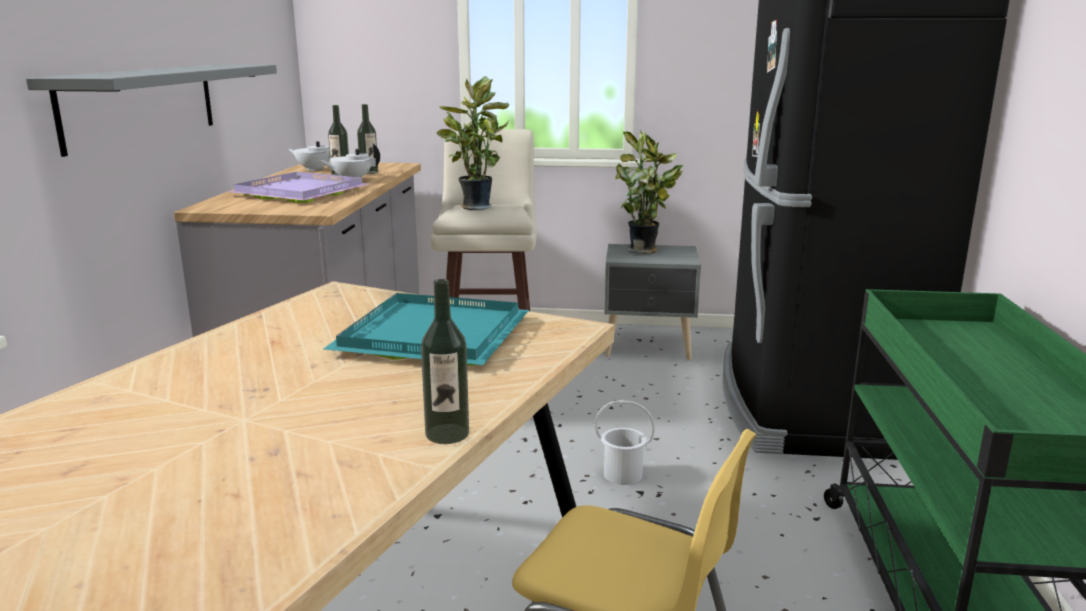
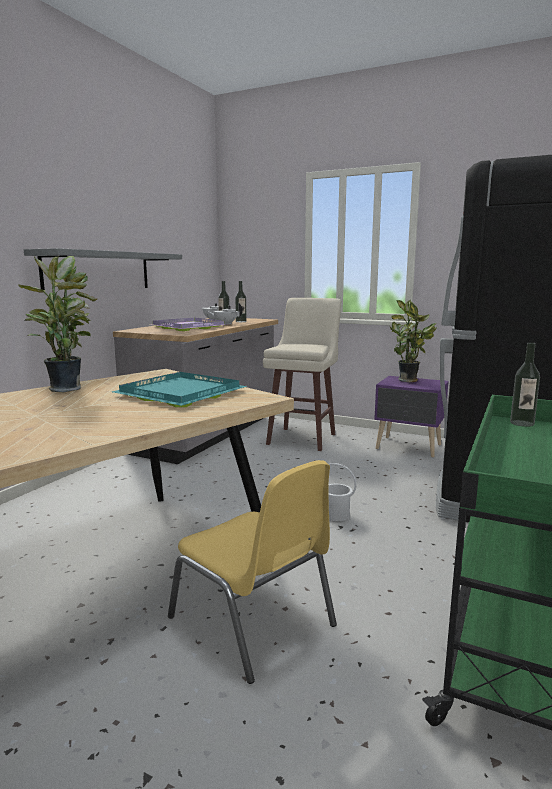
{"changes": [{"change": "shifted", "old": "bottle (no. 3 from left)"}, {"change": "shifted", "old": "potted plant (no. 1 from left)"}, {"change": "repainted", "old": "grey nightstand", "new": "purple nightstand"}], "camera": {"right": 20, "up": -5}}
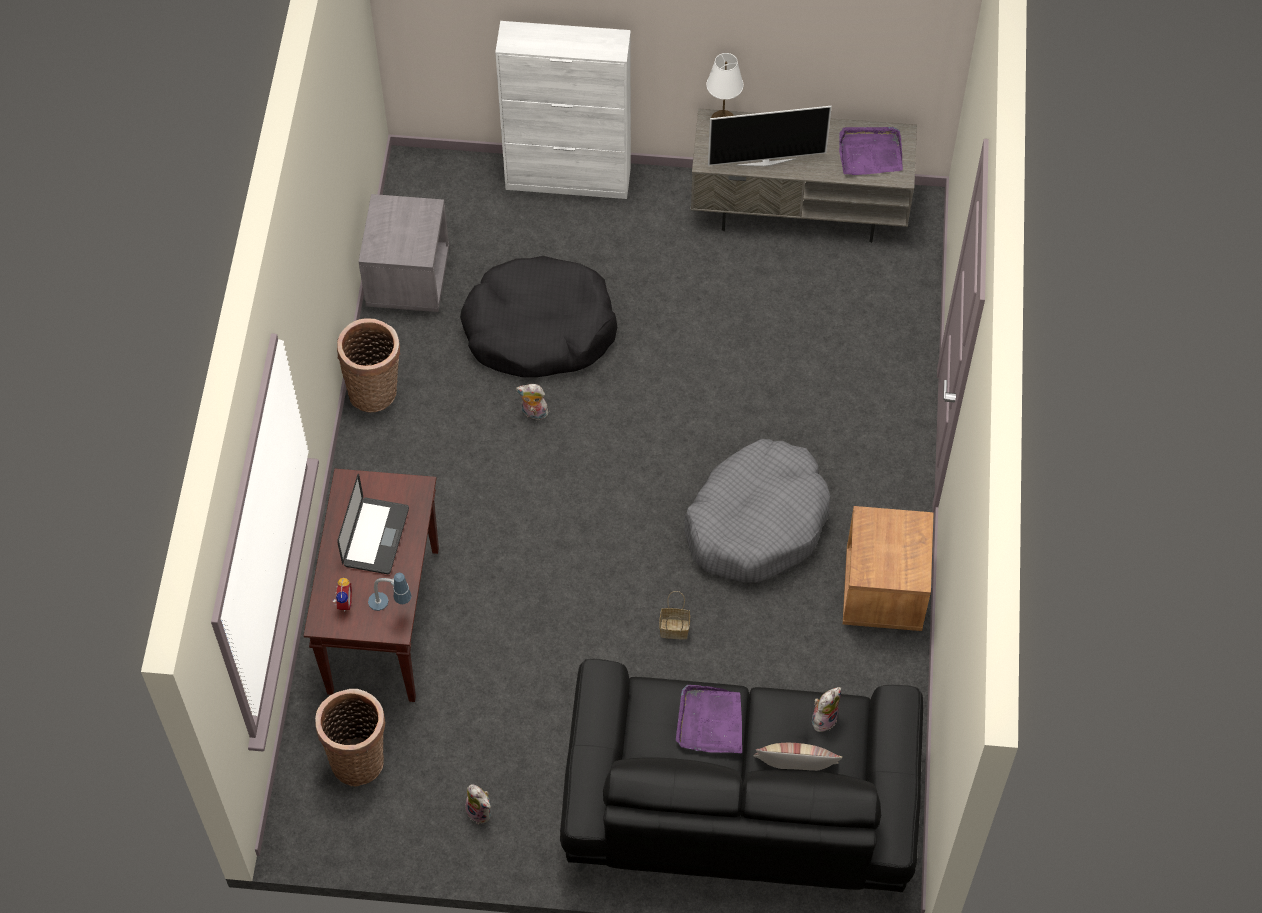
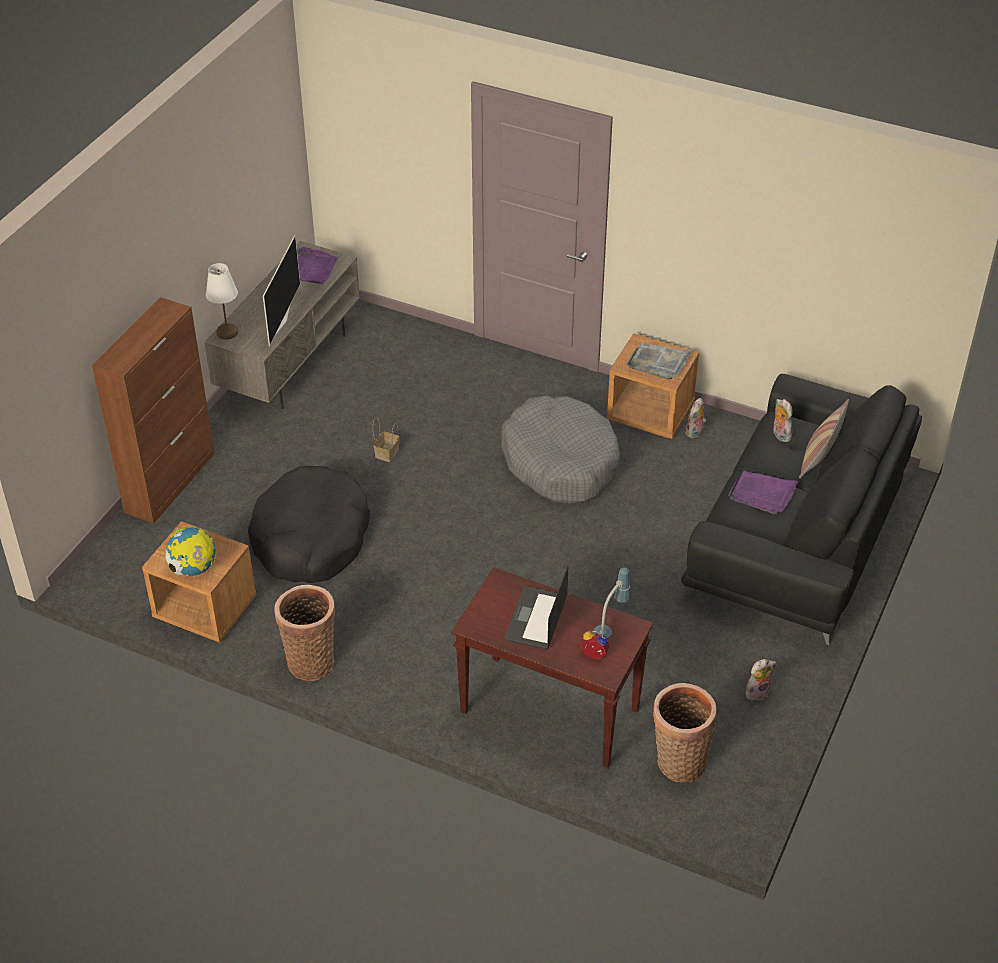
{"changes": [{"change": "rotated", "old": "laptop", "degrees": -105}, {"change": "repainted", "old": "grey nightstand", "new": "brown nightstand (no. 1 from left)"}, {"change": "repainted", "old": "white cabinet", "new": "brown cabinet"}, {"change": "shifted", "old": "plush toy (no. 2 from left in the first image)", "new": "plush toy (no. 1 from left)"}, {"change": "shifted", "old": "basket (no. 3 from left in the first image)", "new": "basket (no. 2 from left)"}, {"change": "new", "new": "globe"}, {"change": "new", "new": "grey tray"}], "camera": {"right": -70, "up": -15}}
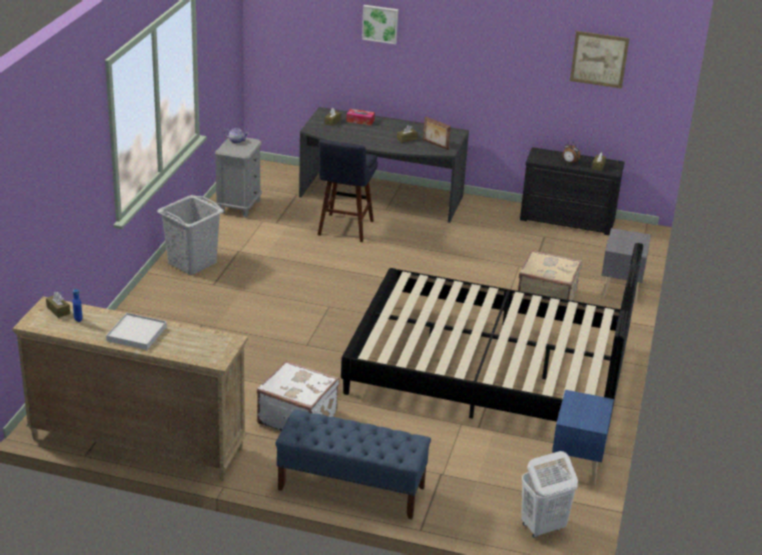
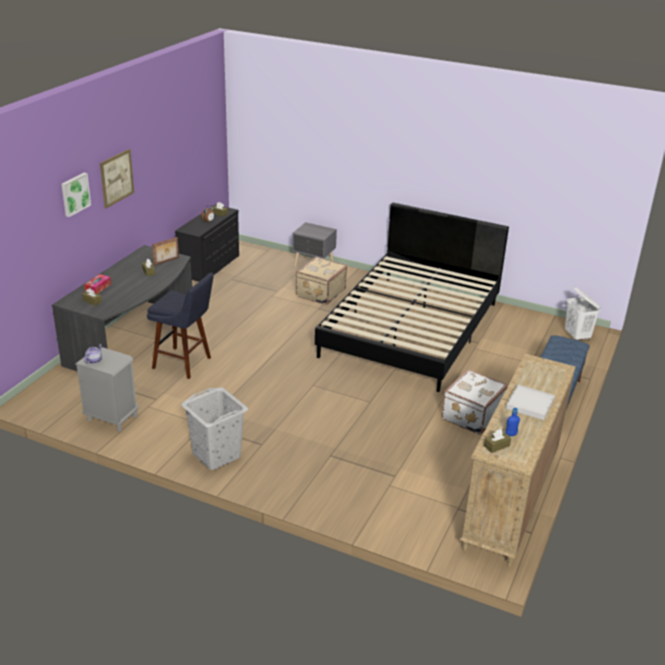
{"changes": [{"change": "gone", "old": "blue nightstand"}, {"change": "shifted", "old": "picture (no. 2 from left)"}], "camera": {"right": -80, "up": 0}}
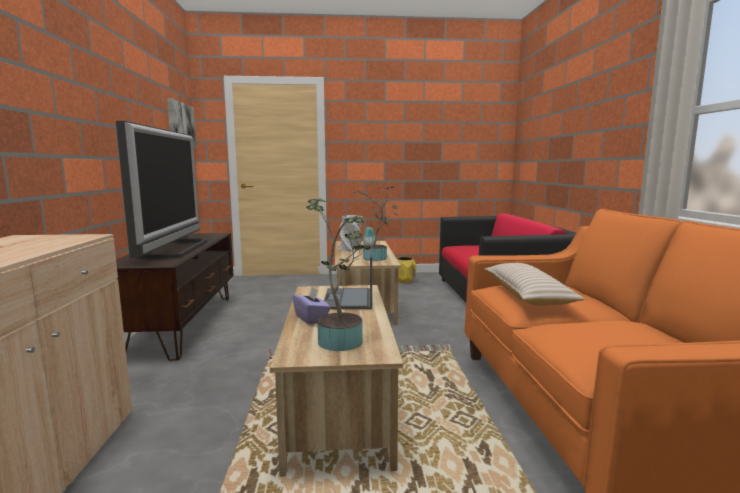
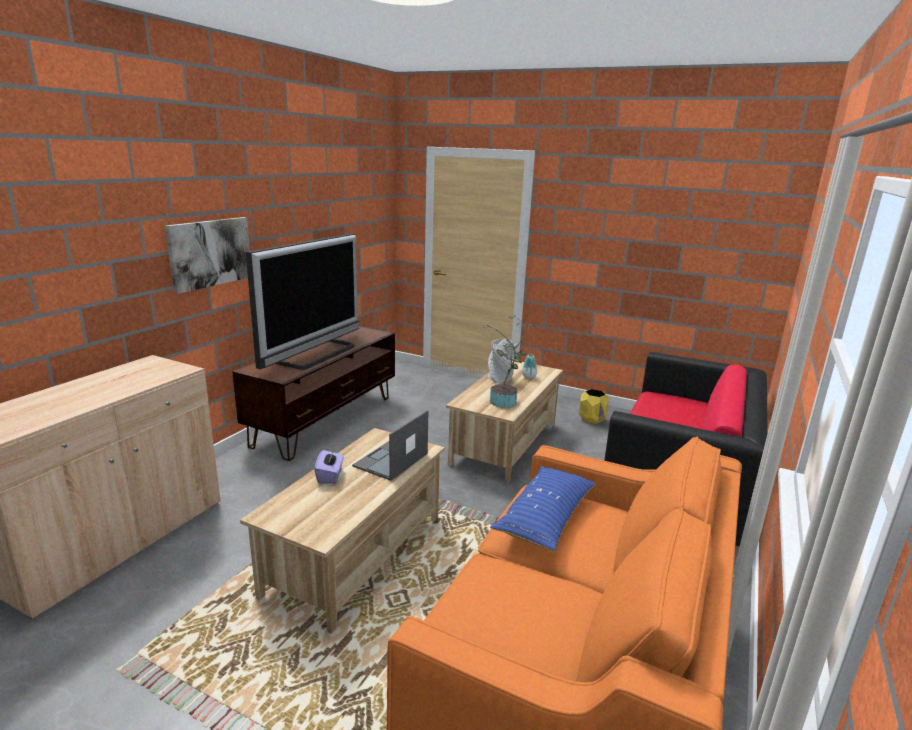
{"changes": [{"change": "shifted", "old": "picture"}, {"change": "gone", "old": "potted plant (no. 1 from left)"}, {"change": "repainted", "old": "beige pillow", "new": "blue pillow"}], "camera": {"right": 30, "up": 10}}
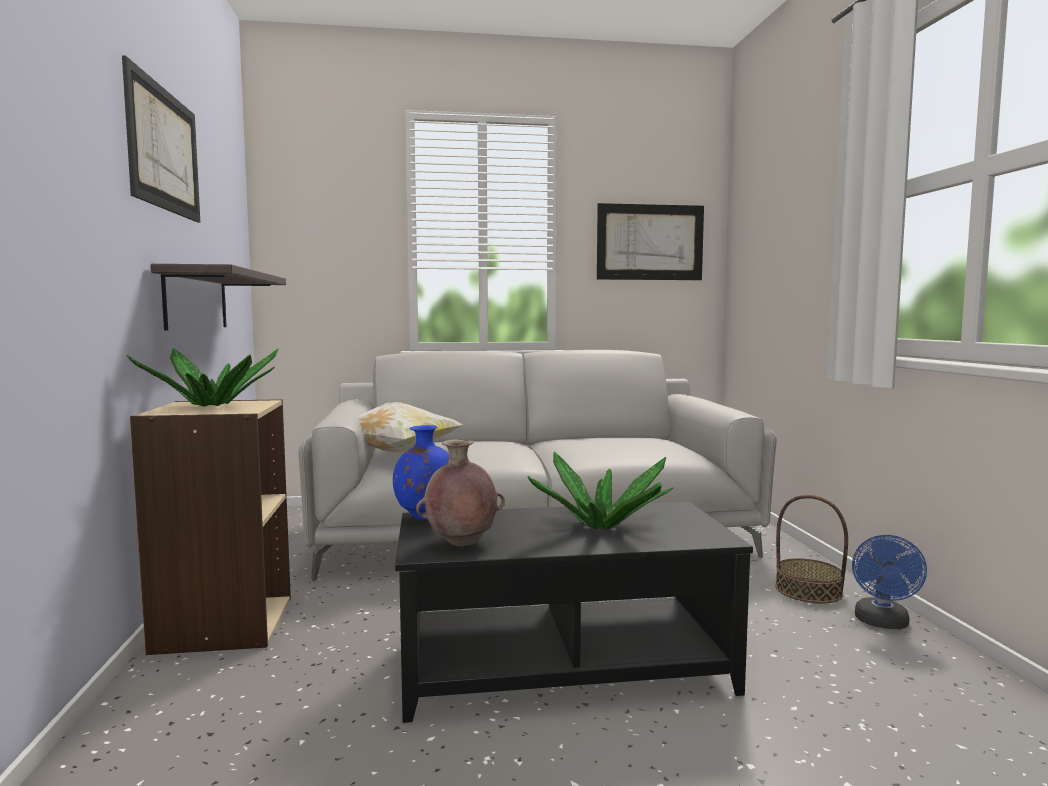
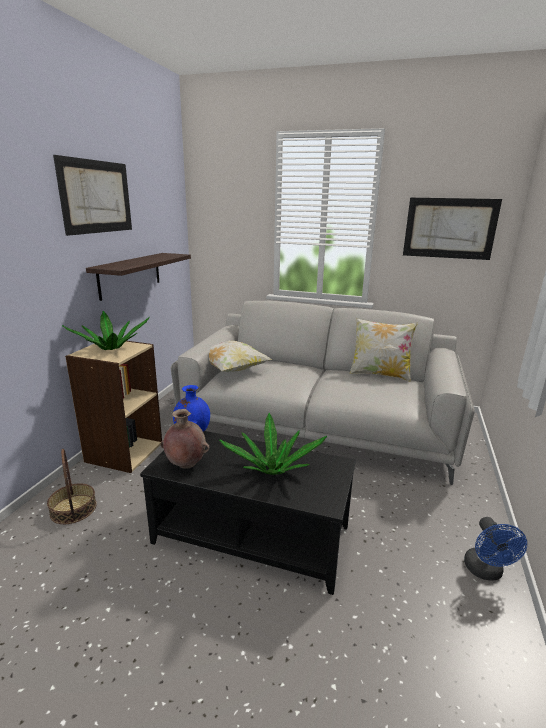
{"changes": [{"change": "shifted", "old": "basket"}, {"change": "rotated", "old": "blue fan", "degrees": -45}, {"change": "new", "new": "pillow (no. 2 from left)"}], "camera": {"right": 25, "up": 15}}
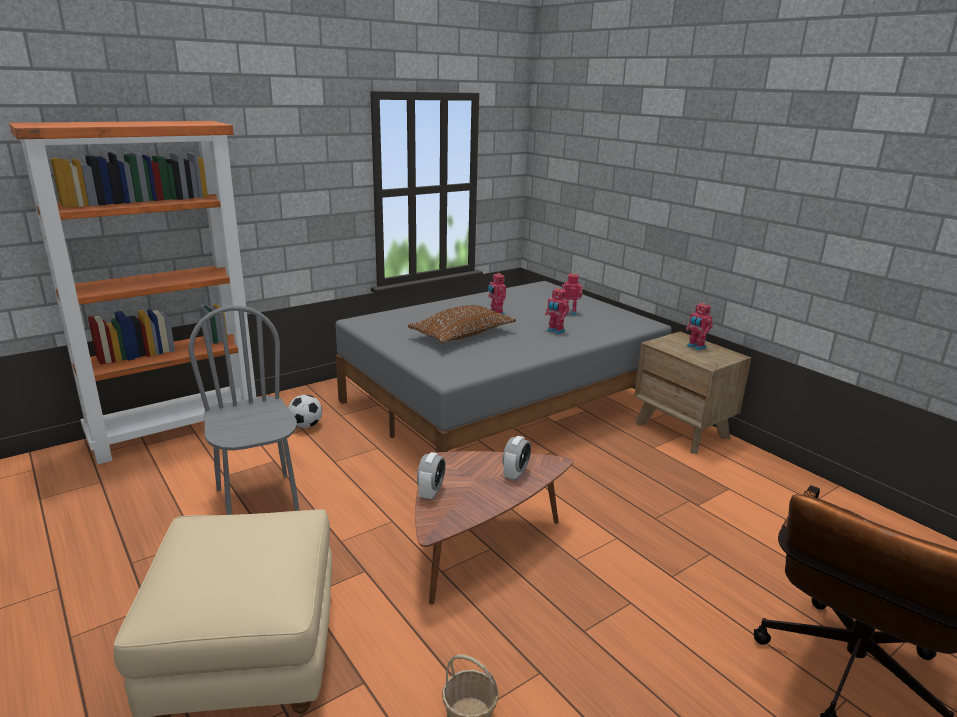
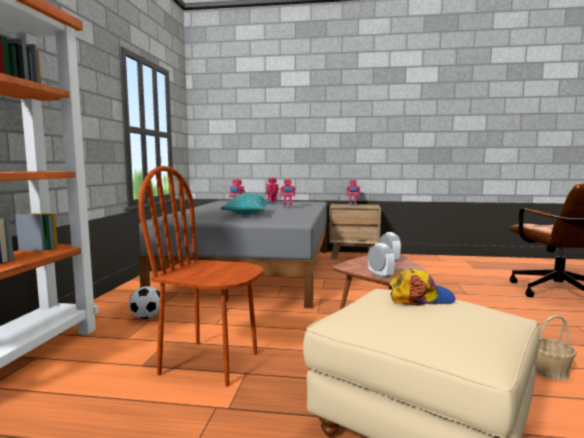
{"changes": [{"change": "repainted", "old": "grey chair", "new": "brown chair"}, {"change": "repainted", "old": "brown pillow", "new": "turquoise pillow"}, {"change": "new", "new": "cap"}], "camera": {"right": -45, "up": -15}}
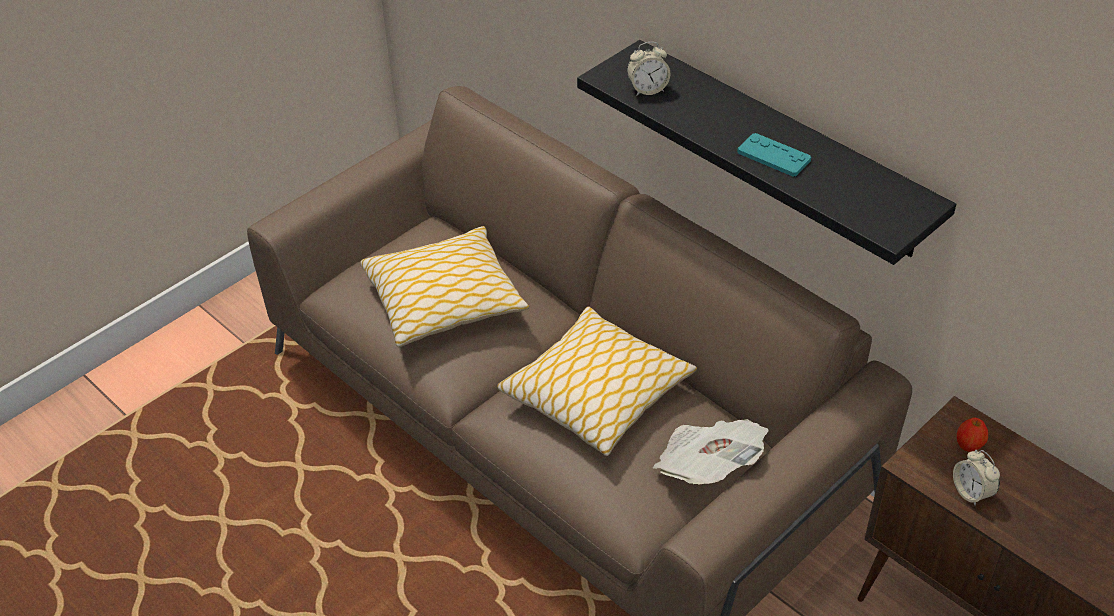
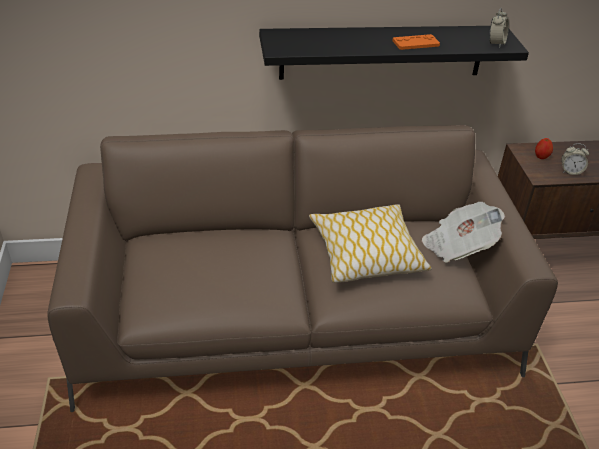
{"changes": [{"change": "gone", "old": "pillow (no. 1 from left)"}, {"change": "shifted", "old": "alarm clock (no. 1 from left)"}, {"change": "repainted", "old": "turquoise game controller", "new": "orange game controller"}], "camera": {"right": -55, "up": -5}}
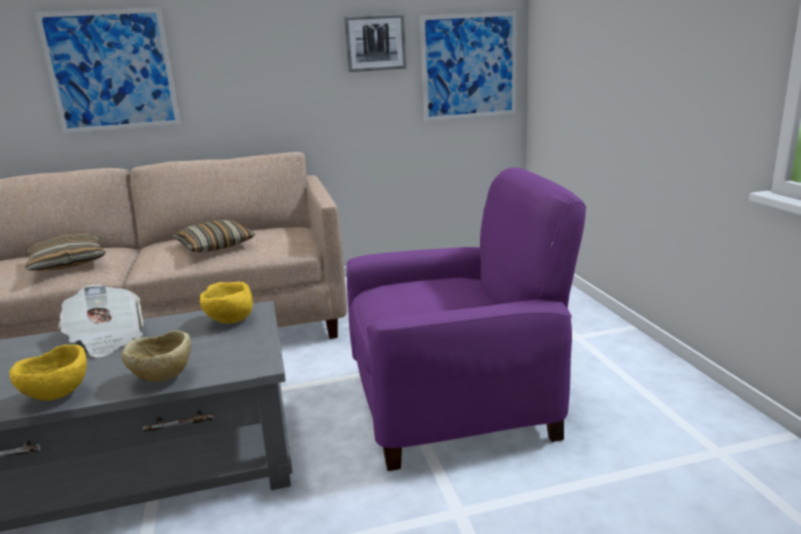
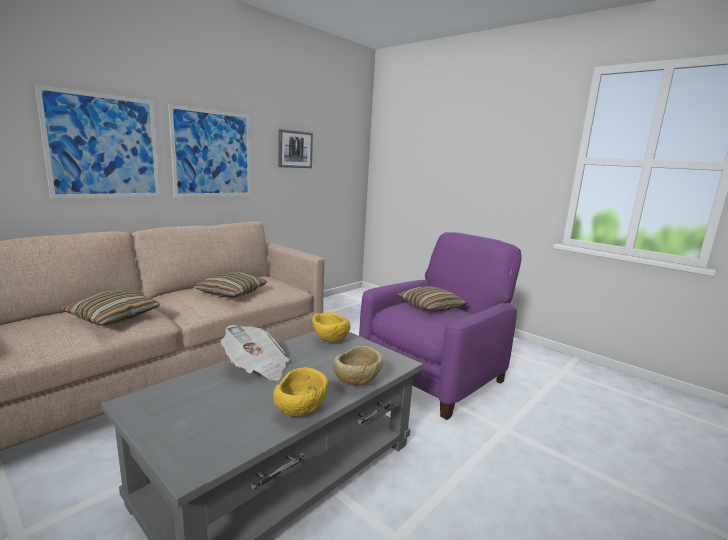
{"changes": [{"change": "shifted", "old": "picture (no. 3 from left in the first image)", "new": "picture (no. 2 from left)"}, {"change": "new", "new": "pillow (no. 3 from left)"}], "camera": {"right": -35, "up": -5}}
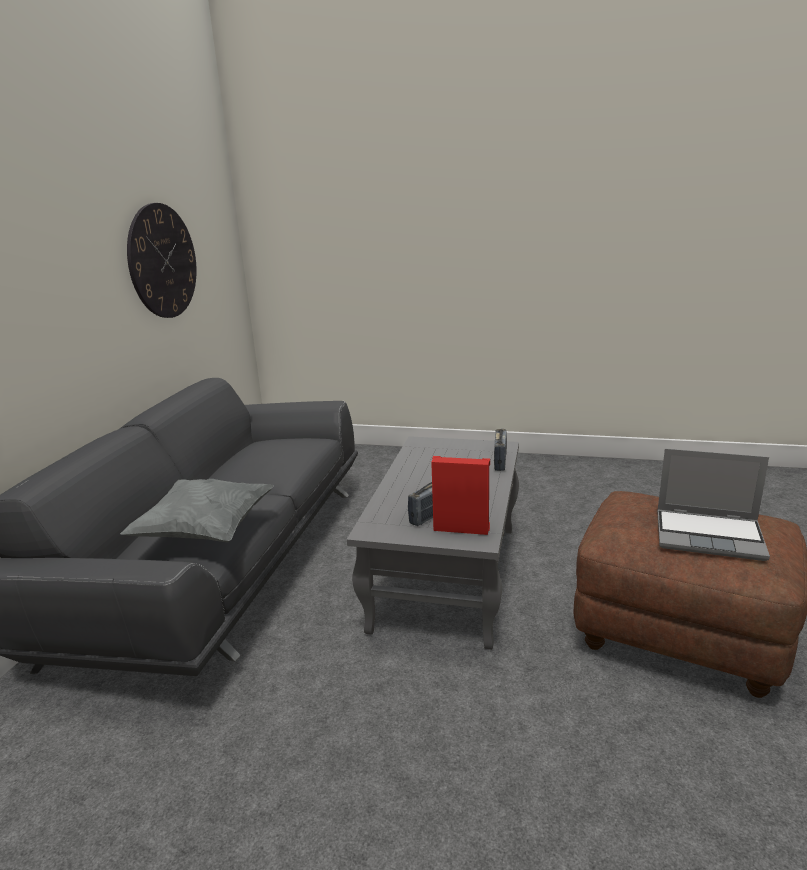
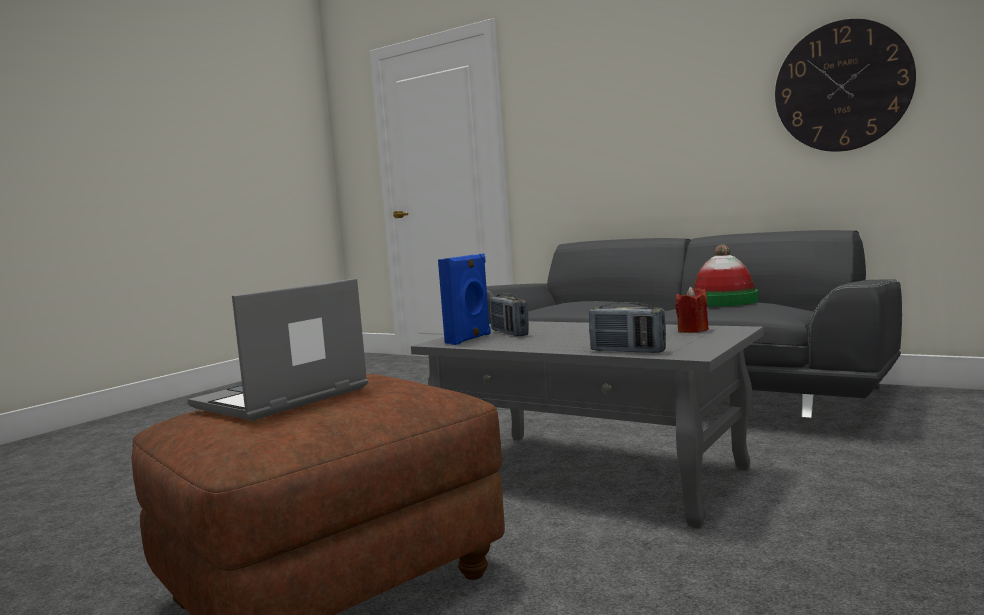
{"changes": [{"change": "gone", "old": "grey pillow"}, {"change": "repainted", "old": "red speaker", "new": "blue speaker"}, {"change": "new", "new": "red candle"}, {"change": "new", "new": "hat"}], "camera": {"right": 110, "up": -15}}
